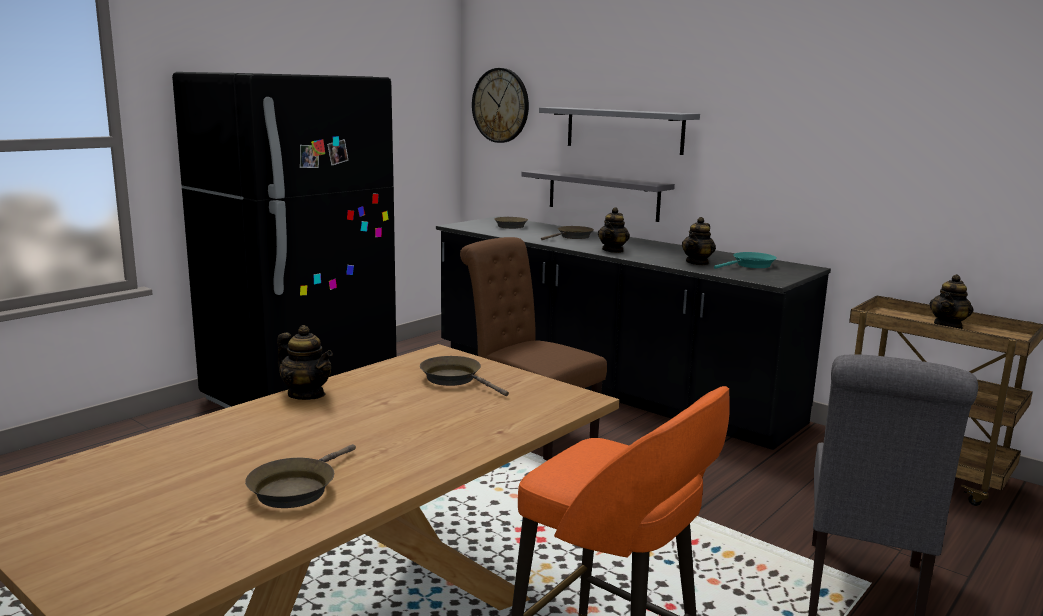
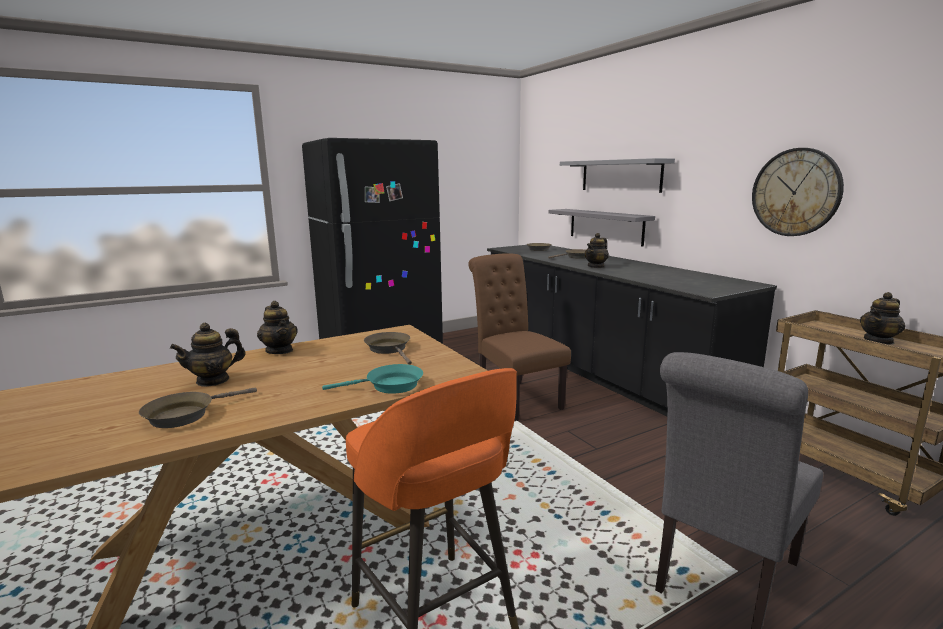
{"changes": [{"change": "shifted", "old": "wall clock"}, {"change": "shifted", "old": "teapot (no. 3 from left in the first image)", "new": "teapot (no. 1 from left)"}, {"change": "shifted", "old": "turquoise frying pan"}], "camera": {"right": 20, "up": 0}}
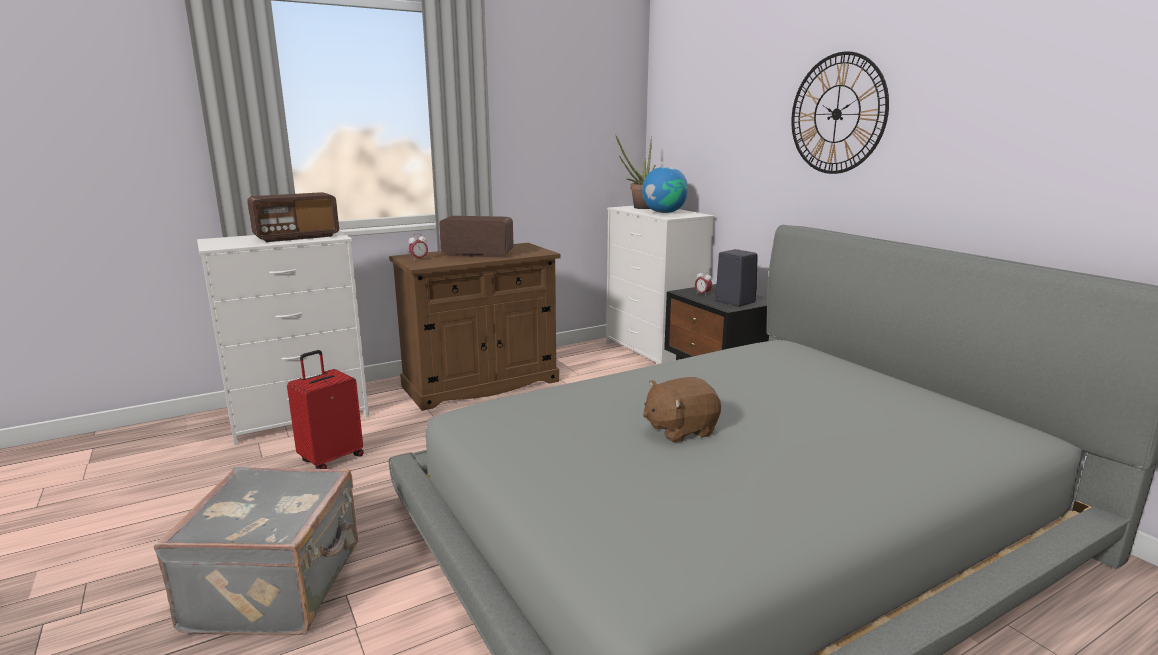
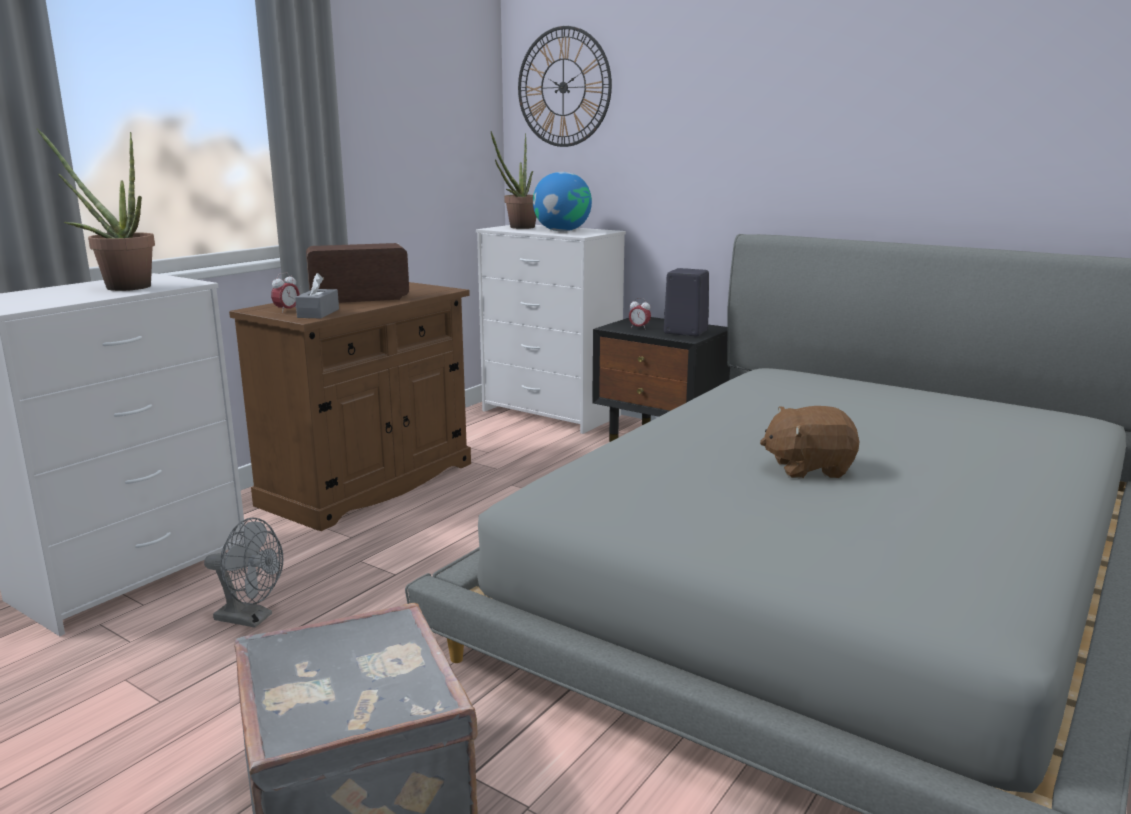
{"changes": [{"change": "swapped", "old": "radio (no. 1 from left)", "new": "potted plant (no. 1 from left)"}, {"change": "swapped", "old": "red suitcase", "new": "grey fan"}, {"change": "rotated", "old": "brown plush toy", "degrees": 45}, {"change": "shifted", "old": "wall clock"}, {"change": "new", "new": "grey tissue box"}], "camera": {"right": -25, "up": 0}}
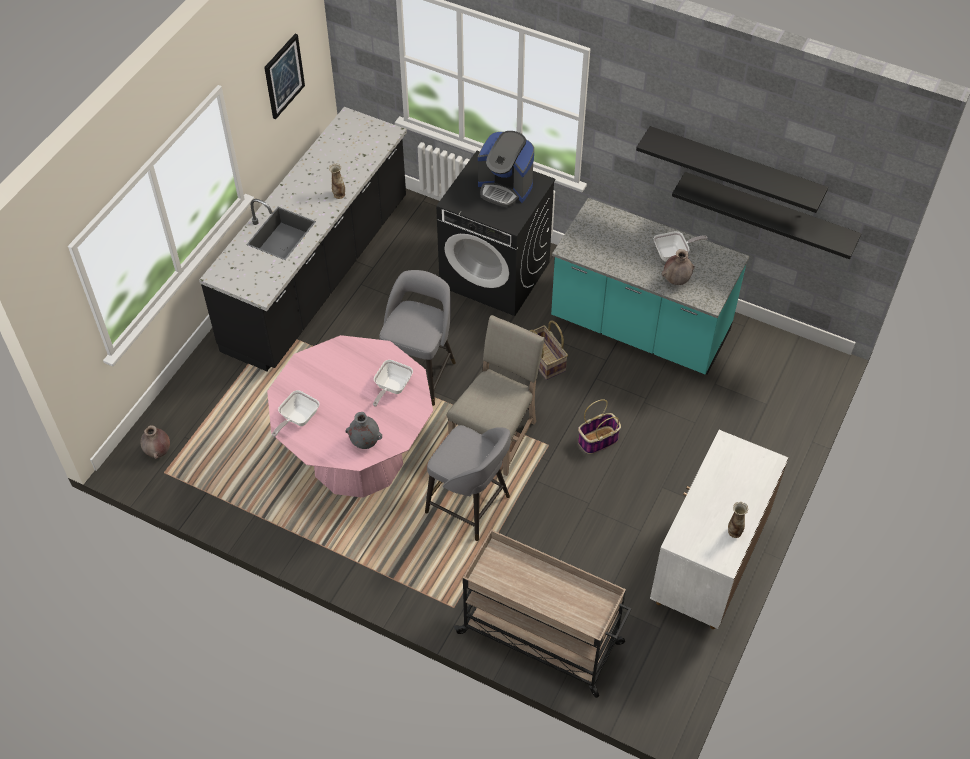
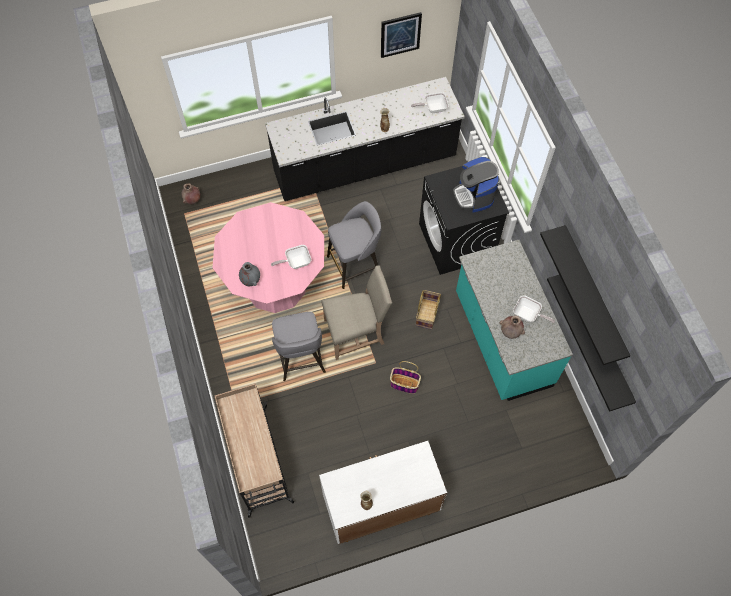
{"changes": [{"change": "shifted", "old": "frying pan (no. 1 from left in the first image)", "new": "frying pan (no. 2 from left)"}], "camera": {"right": 45, "up": 10}}
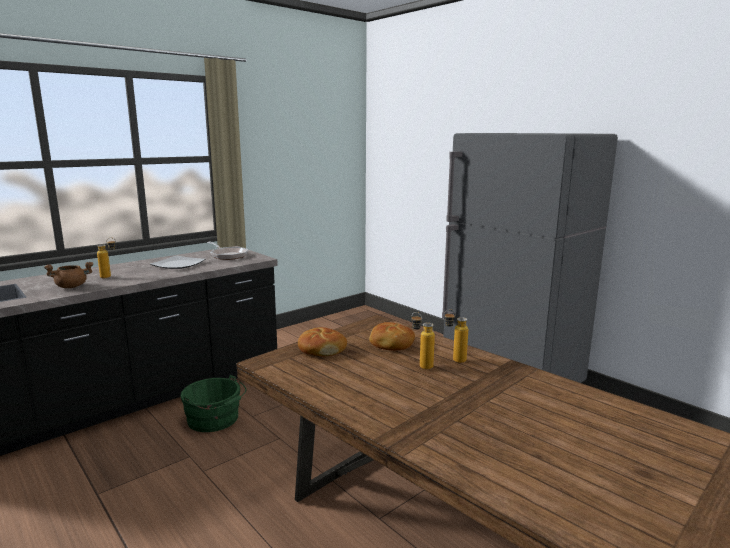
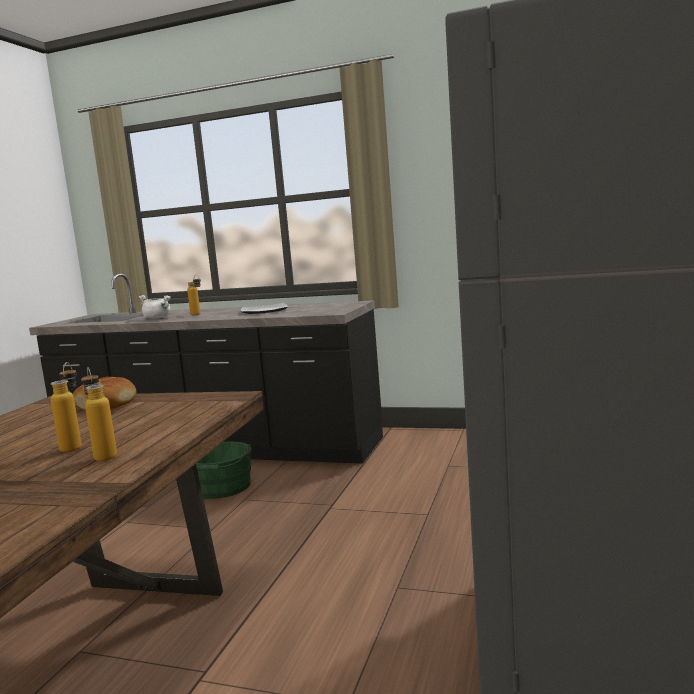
{"changes": [{"change": "repainted", "old": "brown cooking pot", "new": "white cooking pot"}, {"change": "gone", "old": "frying pan"}, {"change": "gone", "old": "bread (no. 2 from left)"}], "camera": {"right": 60, "up": -5}}
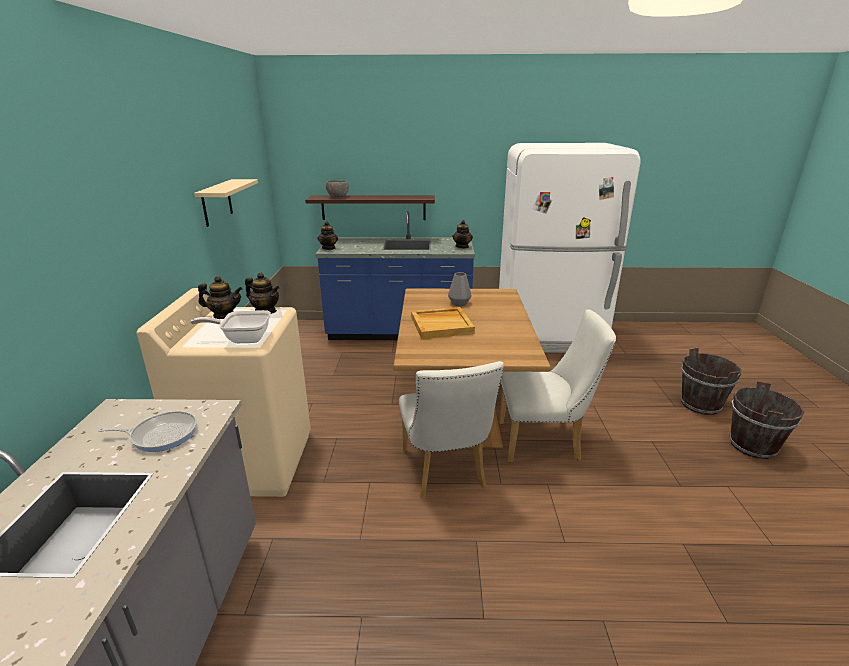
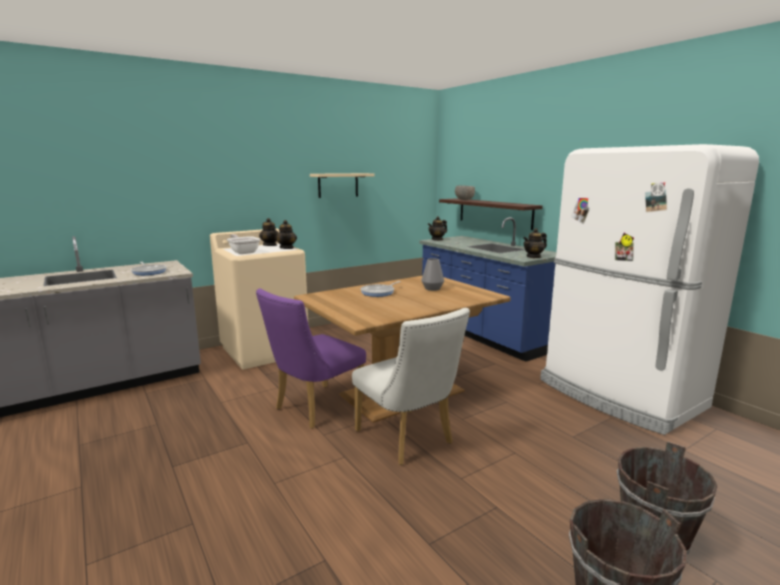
{"changes": [{"change": "repainted", "old": "white chair (no. 1 from left)", "new": "purple chair"}, {"change": "swapped", "old": "beige tray", "new": "frying pan (no. 3 from left)"}], "camera": {"right": 55, "up": -10}}
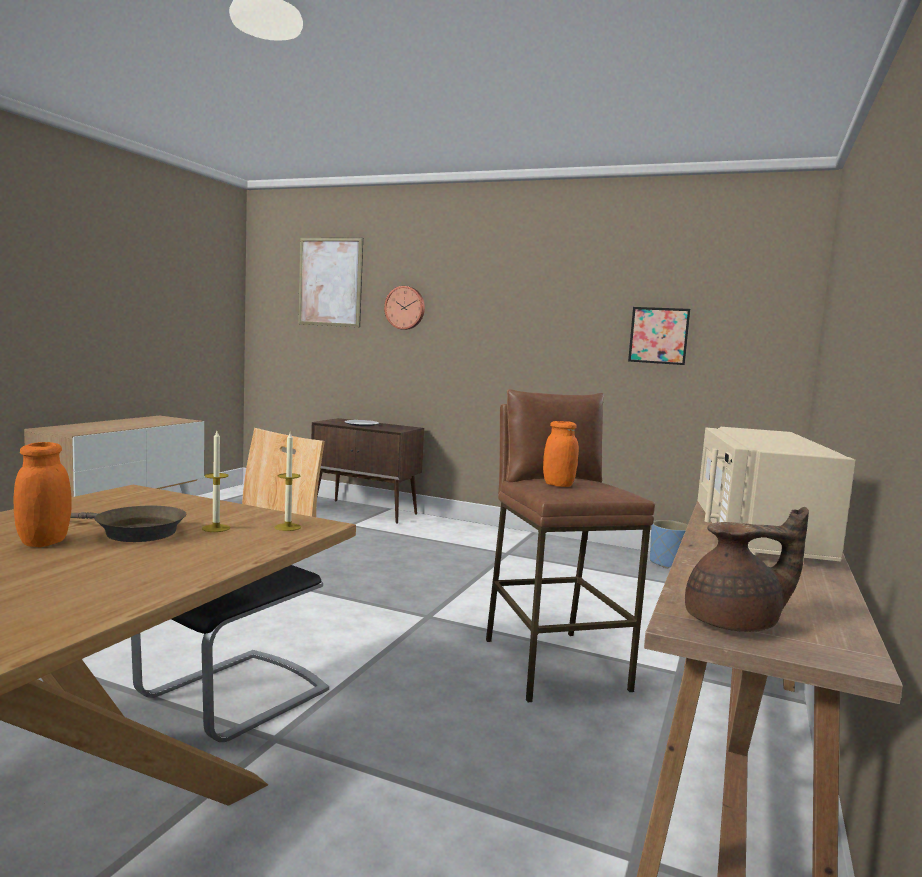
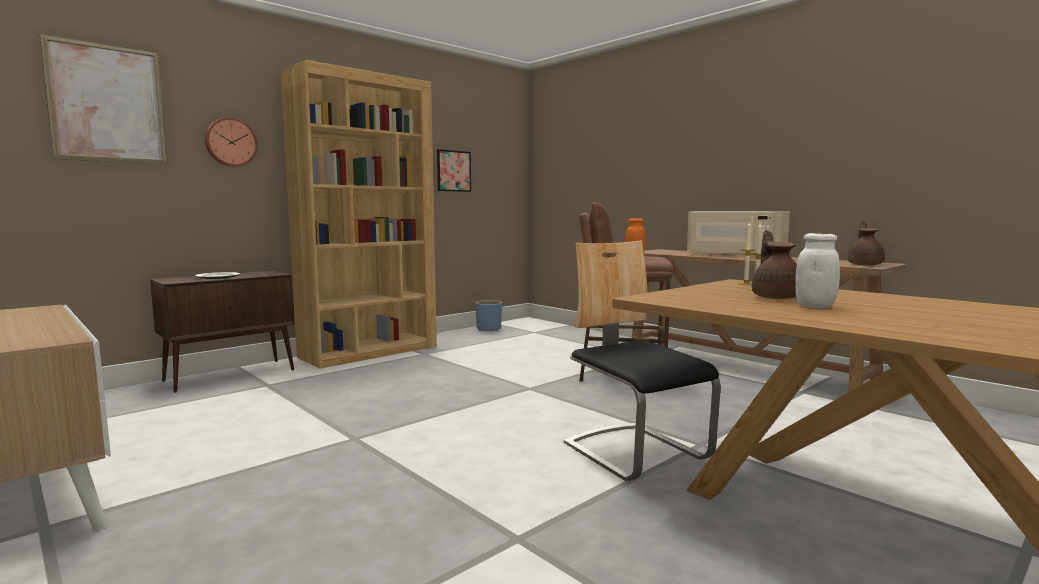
{"changes": [{"change": "repainted", "old": "orange jar (no. 1 from left)", "new": "white jar"}, {"change": "swapped", "old": "brown frying pan", "new": "brown teapot (no. 1 from left)"}, {"change": "new", "new": "brown bookcase"}], "camera": {"right": -65, "up": 0}}
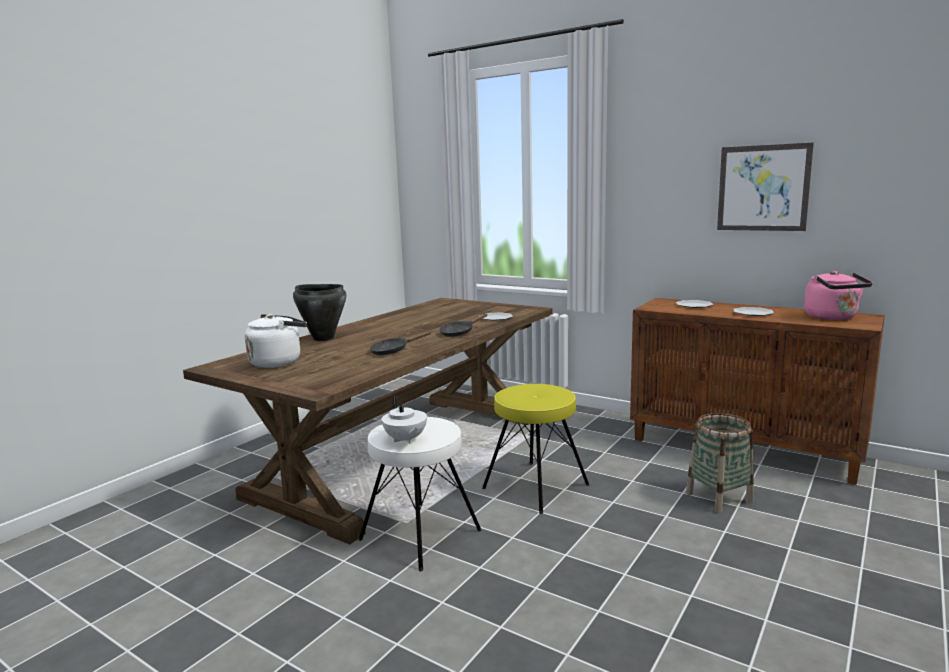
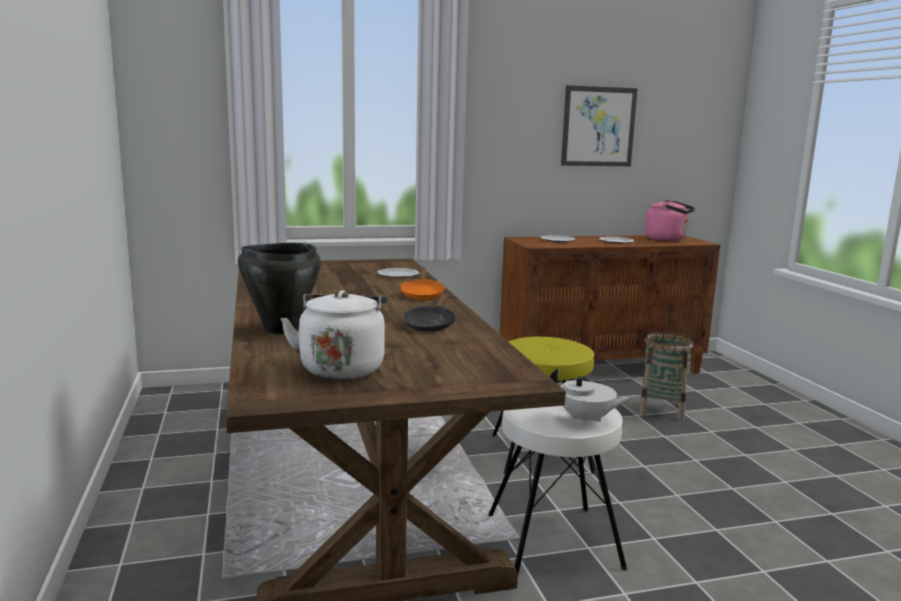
{"changes": [{"change": "repainted", "old": "black frying pan (no. 2 from left)", "new": "orange frying pan"}], "camera": {"right": -50, "up": 0}}
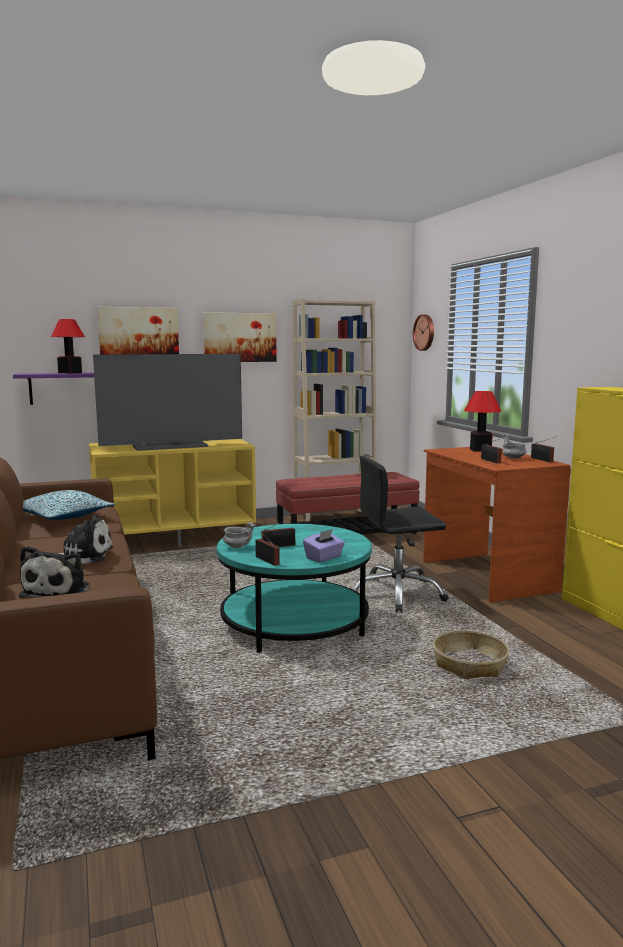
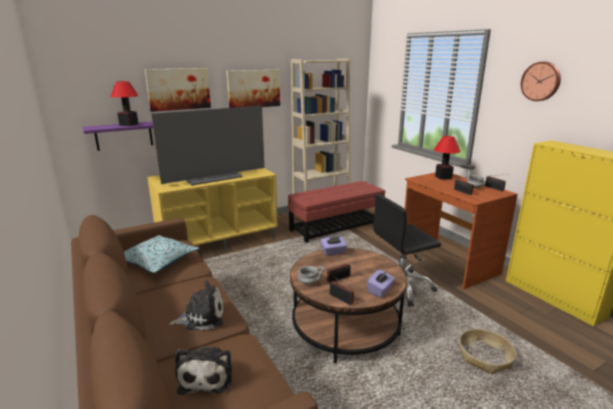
{"changes": [{"change": "repainted", "old": "turquoise coffee table", "new": "brown coffee table"}, {"change": "shifted", "old": "wall clock"}, {"change": "new", "new": "purple tissue box (no. 1 from left)"}], "camera": {"right": -10, "up": 10}}
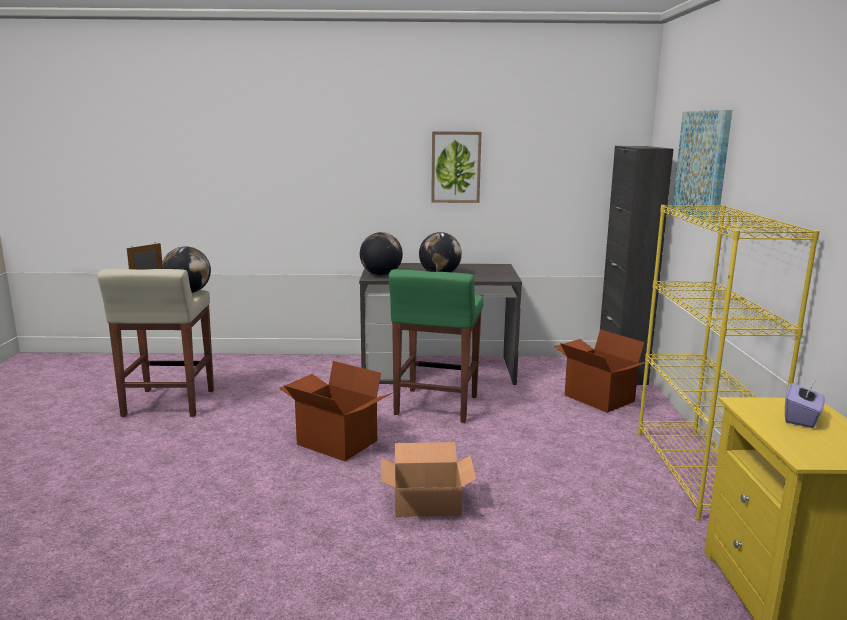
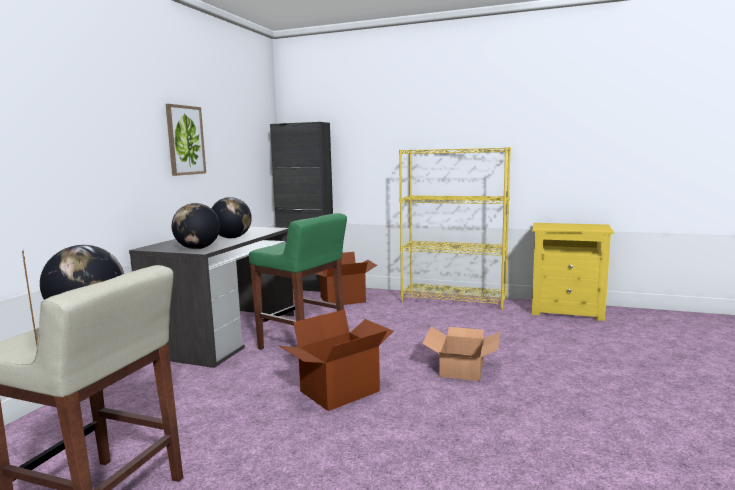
{"changes": [{"change": "gone", "old": "picture (no. 2 from left)"}, {"change": "gone", "old": "purple tissue box"}], "camera": {"right": -70, "up": -5}}
